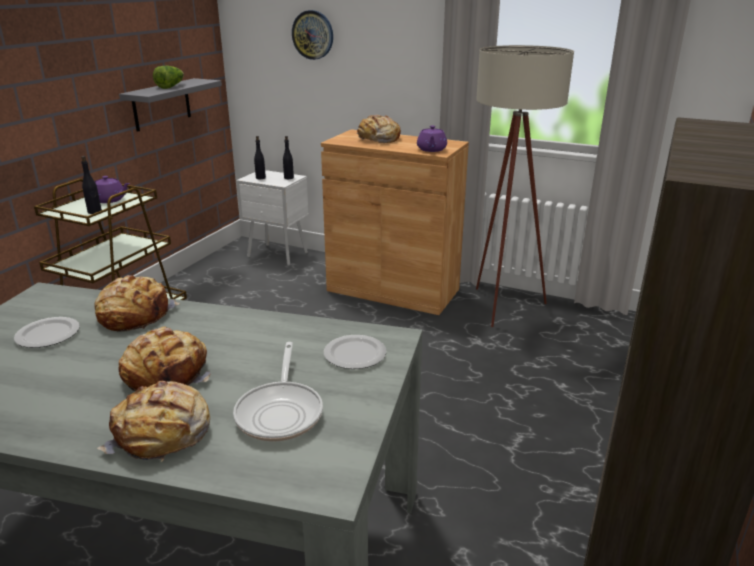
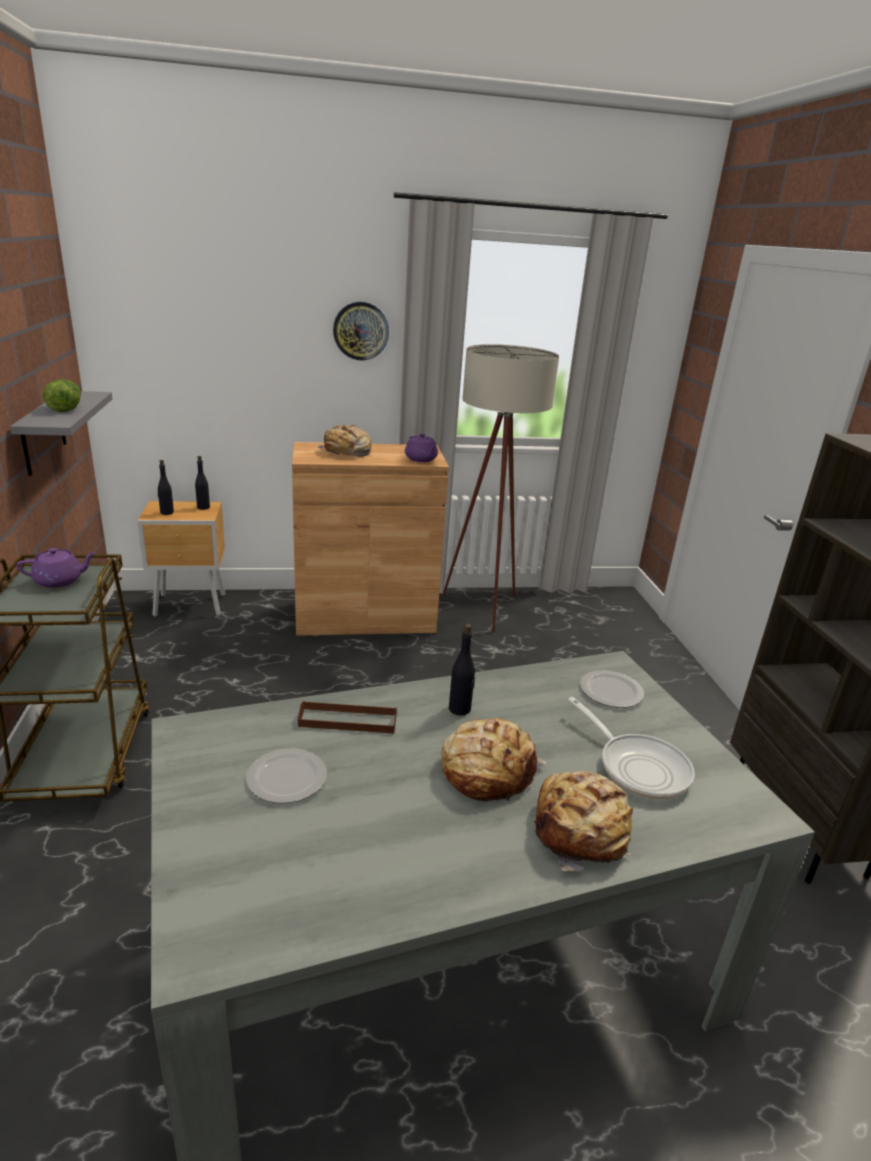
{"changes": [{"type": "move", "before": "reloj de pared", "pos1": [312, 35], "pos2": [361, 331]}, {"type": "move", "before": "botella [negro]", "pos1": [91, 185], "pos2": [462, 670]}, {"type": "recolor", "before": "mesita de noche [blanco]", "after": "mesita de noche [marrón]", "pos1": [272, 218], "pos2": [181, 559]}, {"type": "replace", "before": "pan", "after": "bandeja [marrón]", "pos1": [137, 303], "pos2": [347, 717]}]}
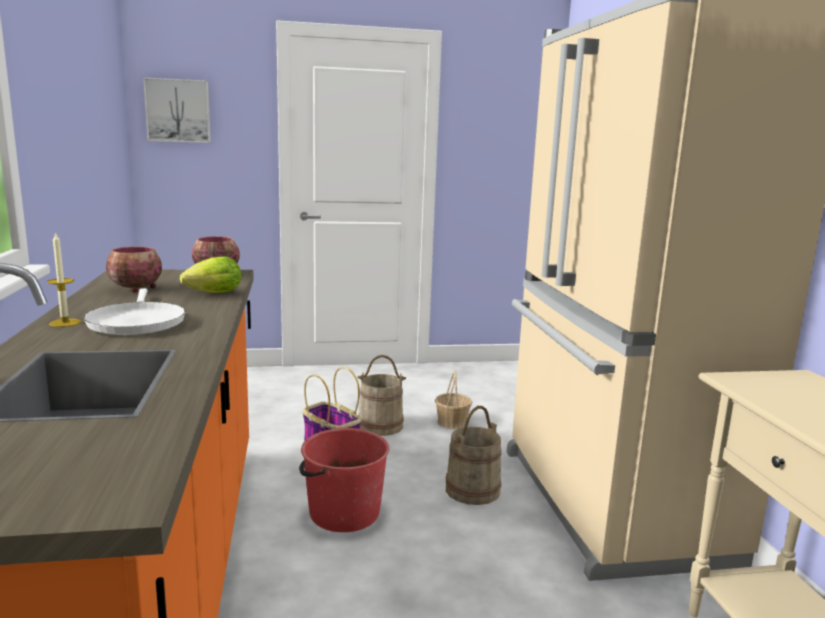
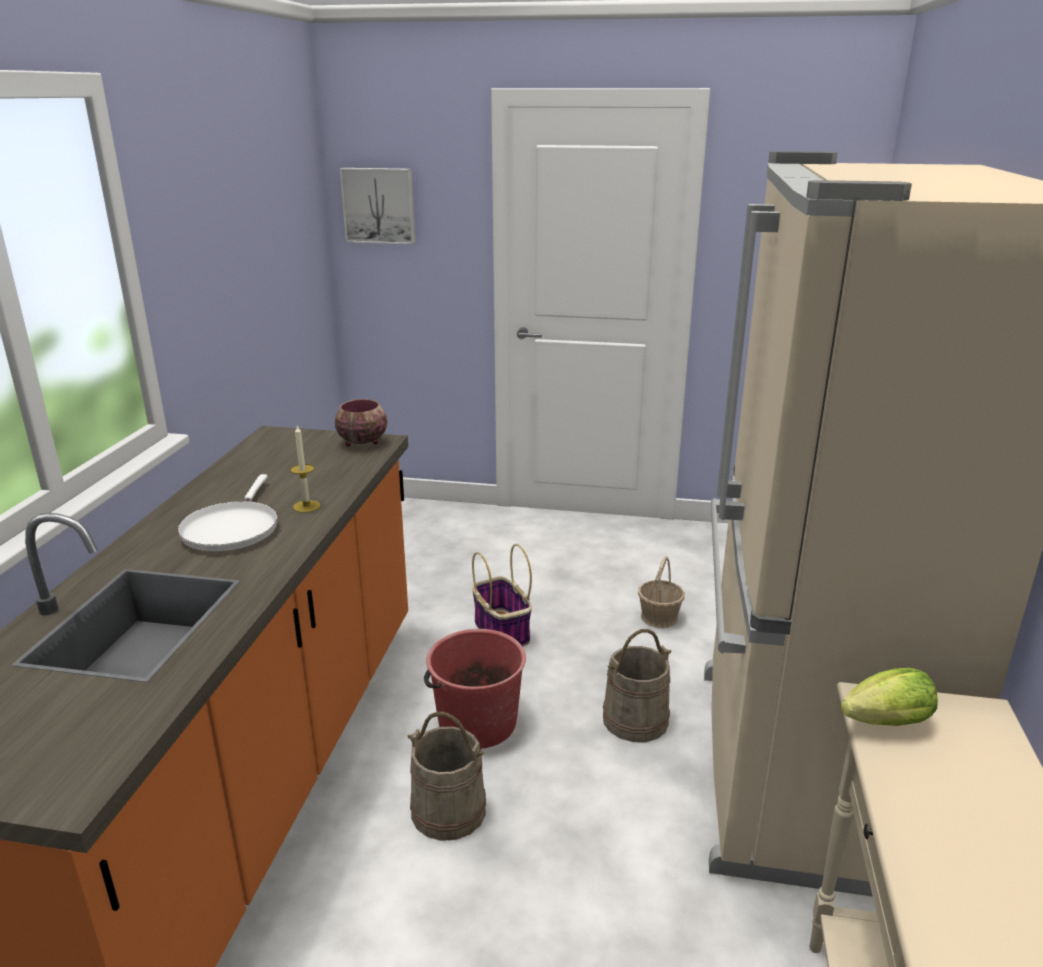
{"changes": [{"type": "move", "before": "vela", "pos1": [64, 279], "pos2": [305, 469]}, {"type": "delete", "before": "cuenco", "pos1": [134, 269]}, {"type": "move", "before": "lechuga", "pos1": [210, 274], "pos2": [889, 697]}, {"type": "move", "before": "cubo [beis]", "pos1": [381, 395], "pos2": [447, 776]}]}
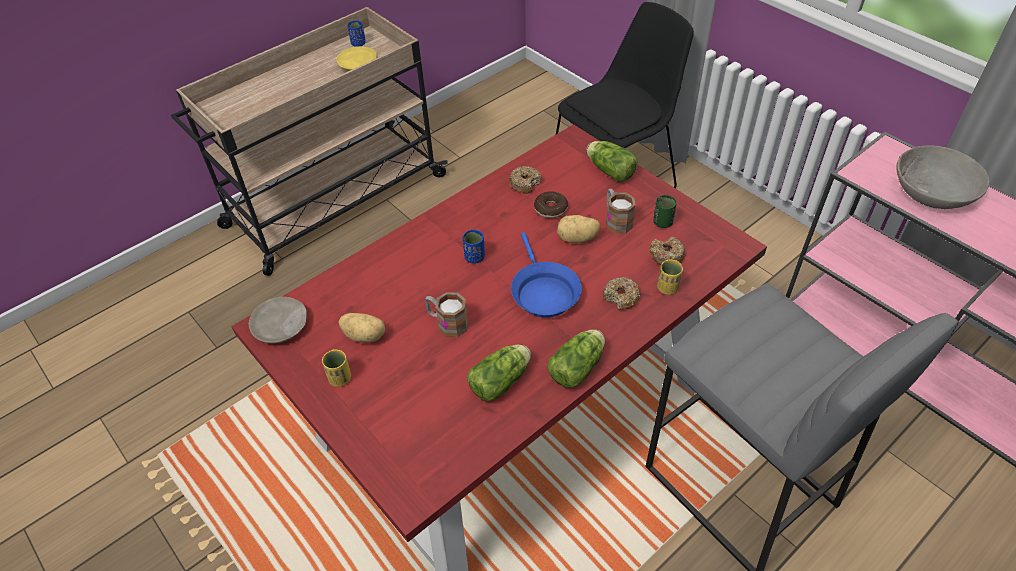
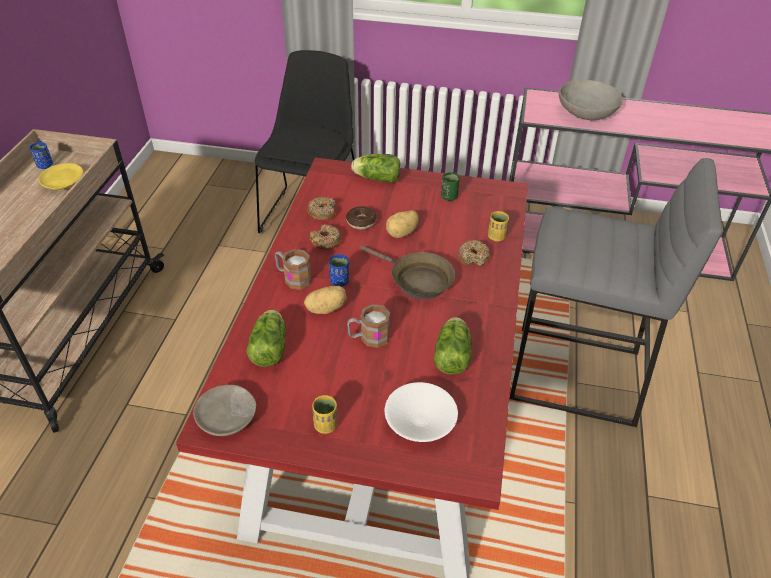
{"changes": [{"type": "move", "before": "taza grande", "pos1": [621, 211], "pos2": [293, 269]}, {"type": "recolor", "before": "sartén [azul]", "after": "sartén [marrón]", "pos1": [546, 275], "pos2": [407, 272]}, {"type": "move", "before": "rosquilla", "pos1": [667, 251], "pos2": [326, 237]}, {"type": "move", "before": "patata", "pos1": [362, 328], "pos2": [325, 300]}, {"type": "move", "before": "lechuga", "pos1": [576, 358], "pos2": [266, 338]}, {"type": "insert", "after": "cuenco [blanco]", "pos2": [421, 412]}]}
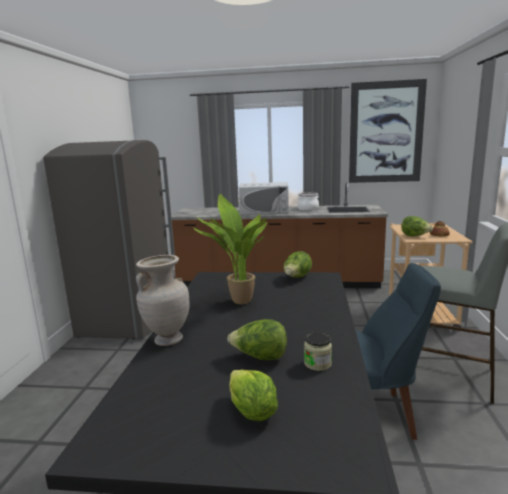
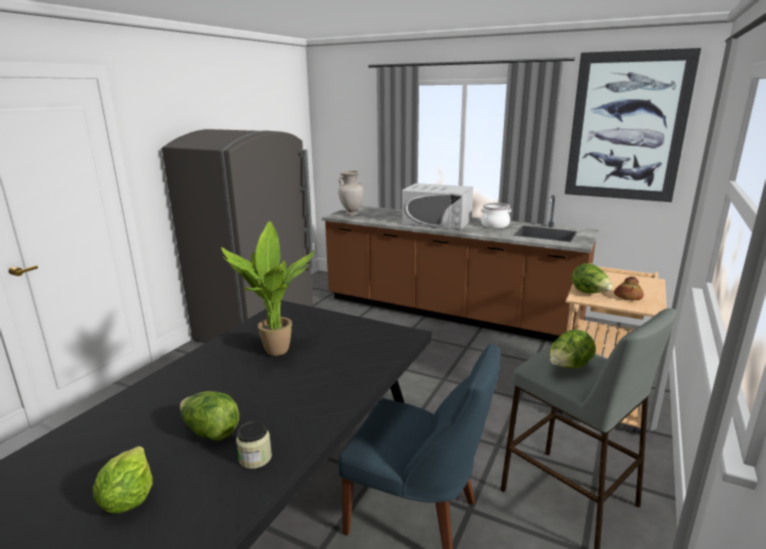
{"changes": [{"type": "move", "before": "lechuga", "pos1": [297, 264], "pos2": [573, 349]}, {"type": "move", "before": "florero [beis]", "pos1": [162, 300], "pos2": [351, 193]}]}
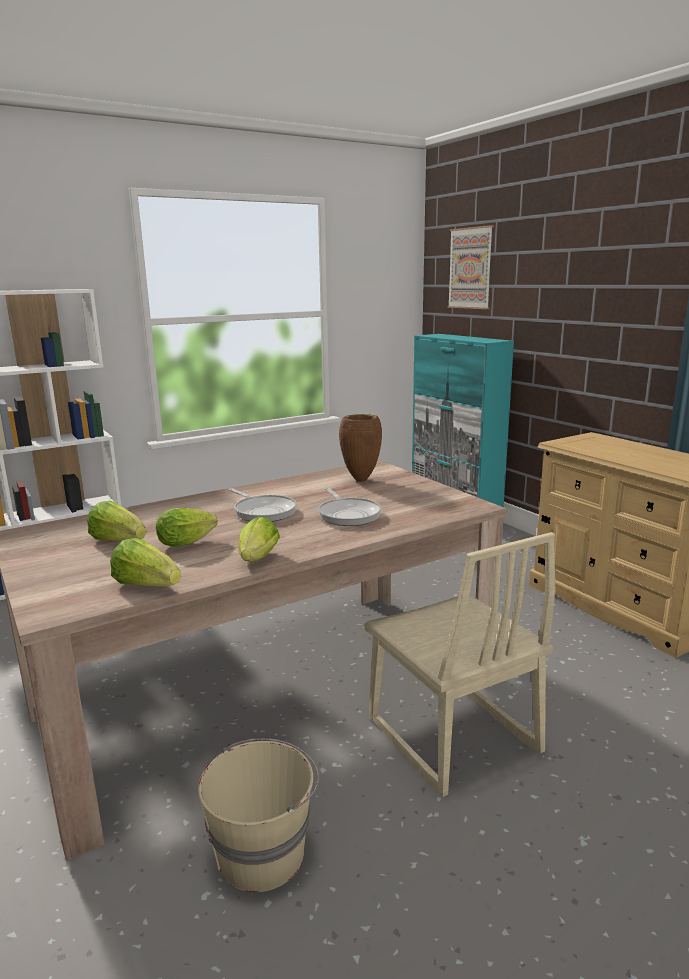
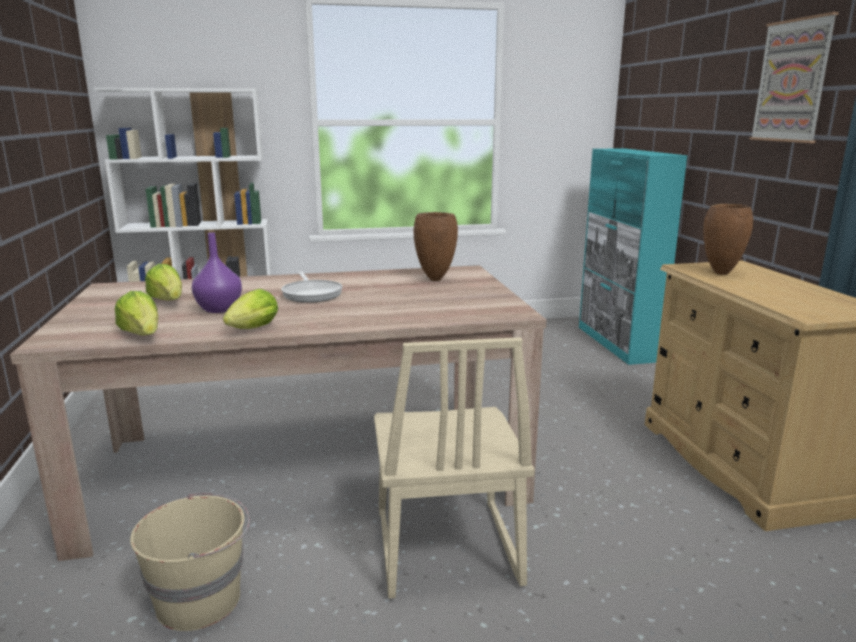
{"changes": [{"type": "move", "before": "cuadro", "pos1": [470, 267], "pos2": [794, 77]}, {"type": "delete", "before": "sartén", "pos1": [350, 506]}, {"type": "replace", "before": "lechuga", "after": "florero [morado]", "pos1": [187, 527], "pos2": [217, 272]}, {"type": "insert", "after": "florero [marrón]", "pos2": [728, 239]}]}
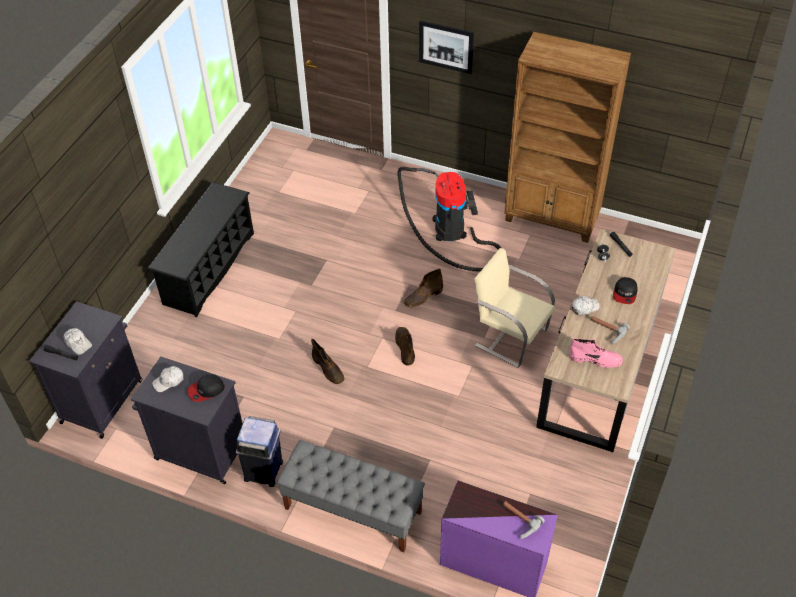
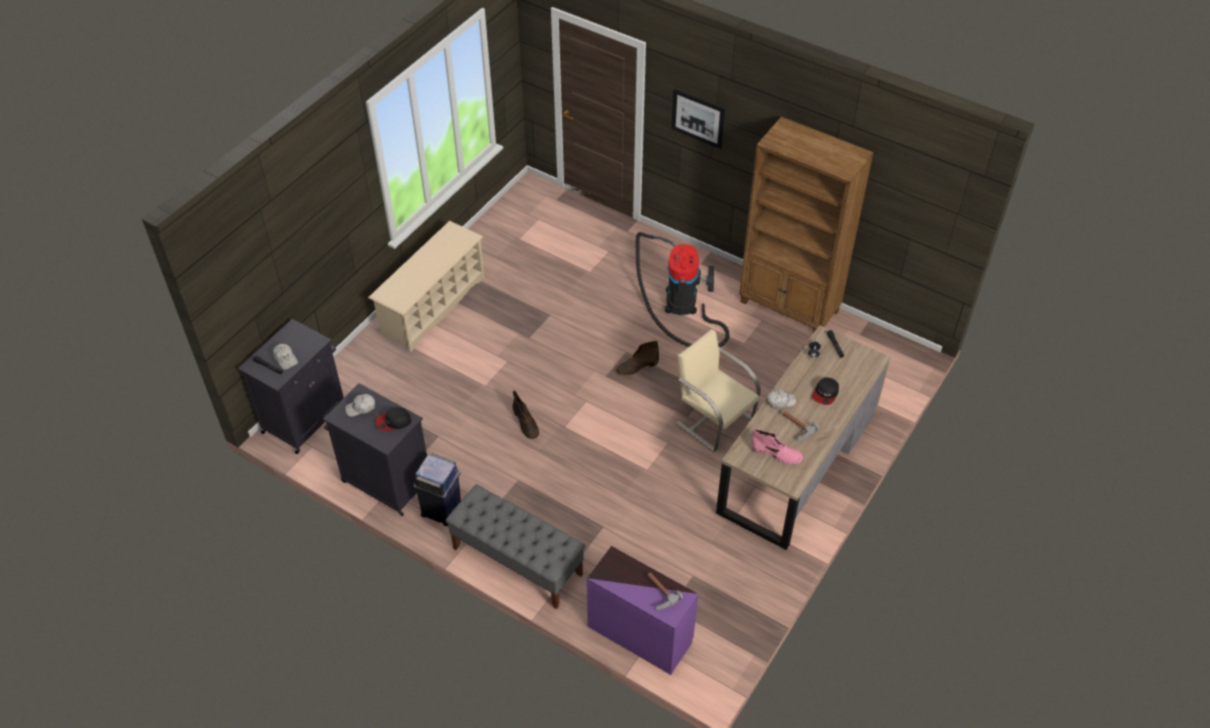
{"changes": [{"type": "recolor", "before": "zapatero [negro]", "after": "zapatero [beis]", "pos1": [200, 249], "pos2": [426, 286]}, {"type": "delete", "before": "bota [marrón]", "pos1": [405, 346]}]}
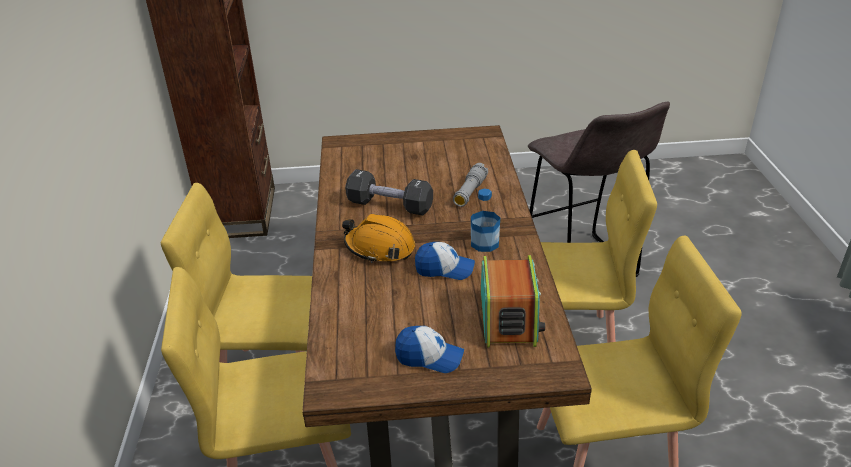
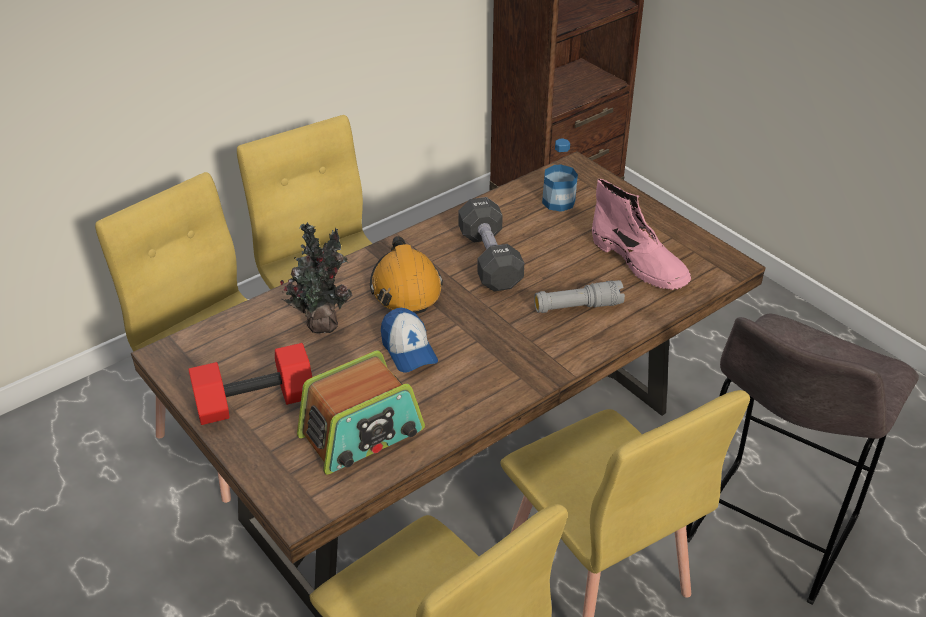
{"changes": [{"type": "move", "before": "botella", "pos1": [485, 220], "pos2": [560, 175]}, {"type": "replace", "before": "gorra", "after": "mancuerna [rojo]", "pos1": [429, 349], "pos2": [250, 384]}, {"type": "insert", "after": "bota [rosa]", "pos2": [641, 234]}, {"type": "insert", "after": "planta en maceta", "pos2": [316, 277]}]}
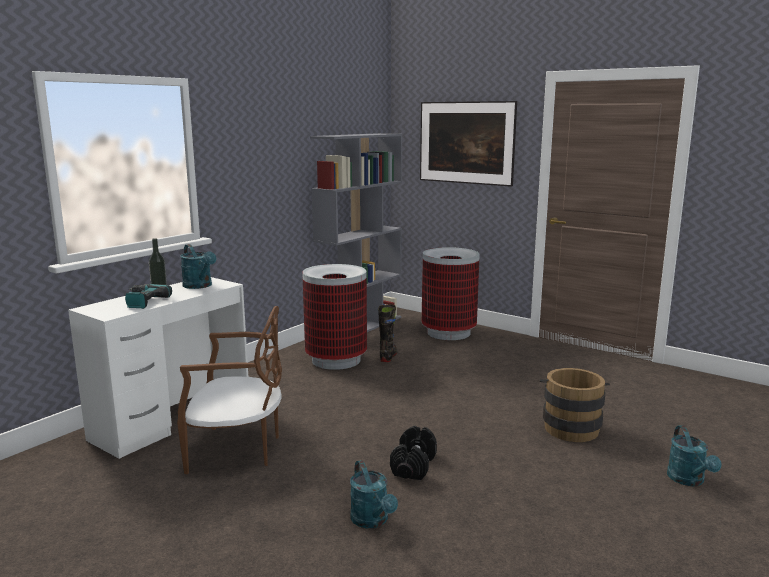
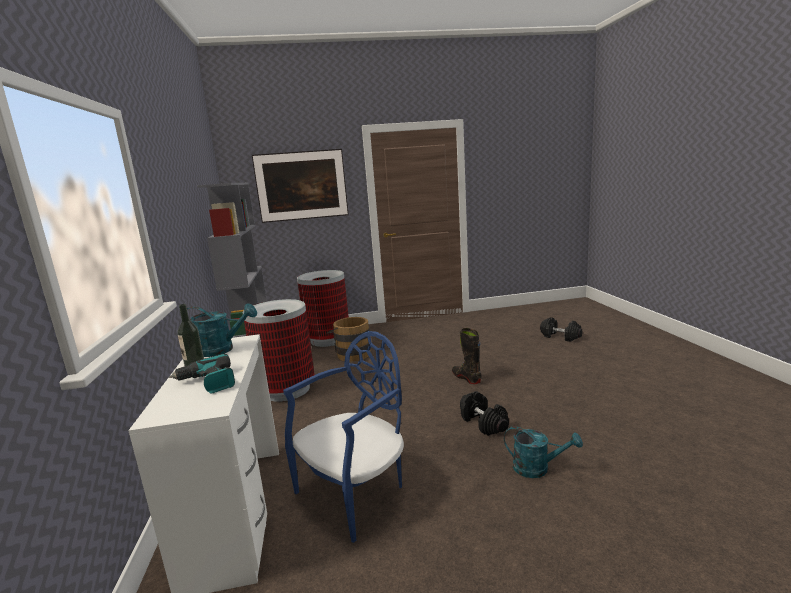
{"changes": [{"type": "move", "before": "bota [negro]", "pos1": [388, 333], "pos2": [467, 356]}, {"type": "recolor", "before": "silla [marrón]", "after": "silla [azul]", "pos1": [229, 390], "pos2": [343, 437]}, {"type": "move", "before": "cubo [marrón]", "pos1": [575, 405], "pos2": [349, 339]}, {"type": "delete", "before": "regadera [turquesa]", "pos1": [694, 456]}, {"type": "insert", "after": "mancuerna [negro]", "pos2": [561, 329]}]}
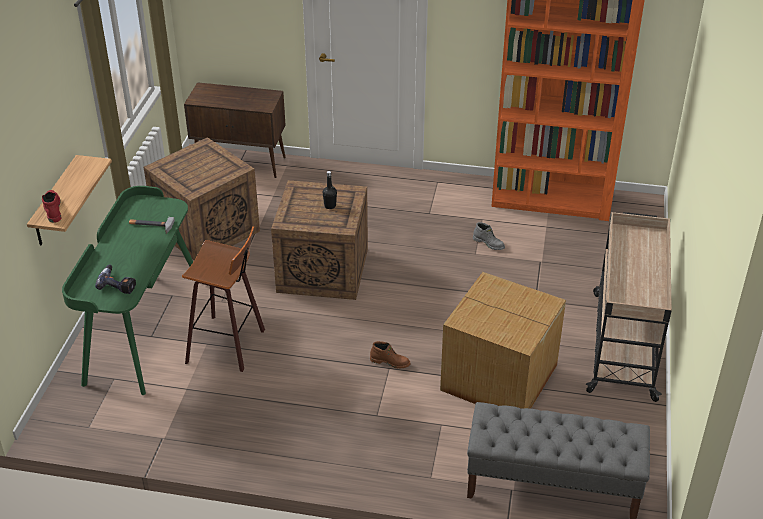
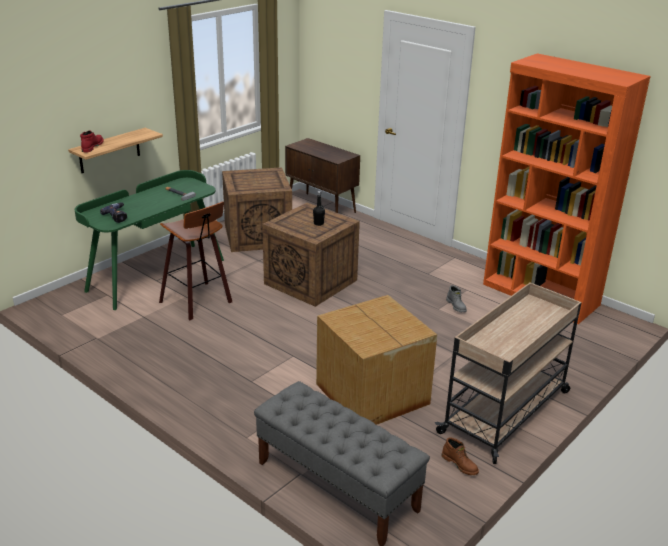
{"changes": [{"type": "move", "before": "bota [marrón]", "pos1": [390, 355], "pos2": [460, 456]}]}
